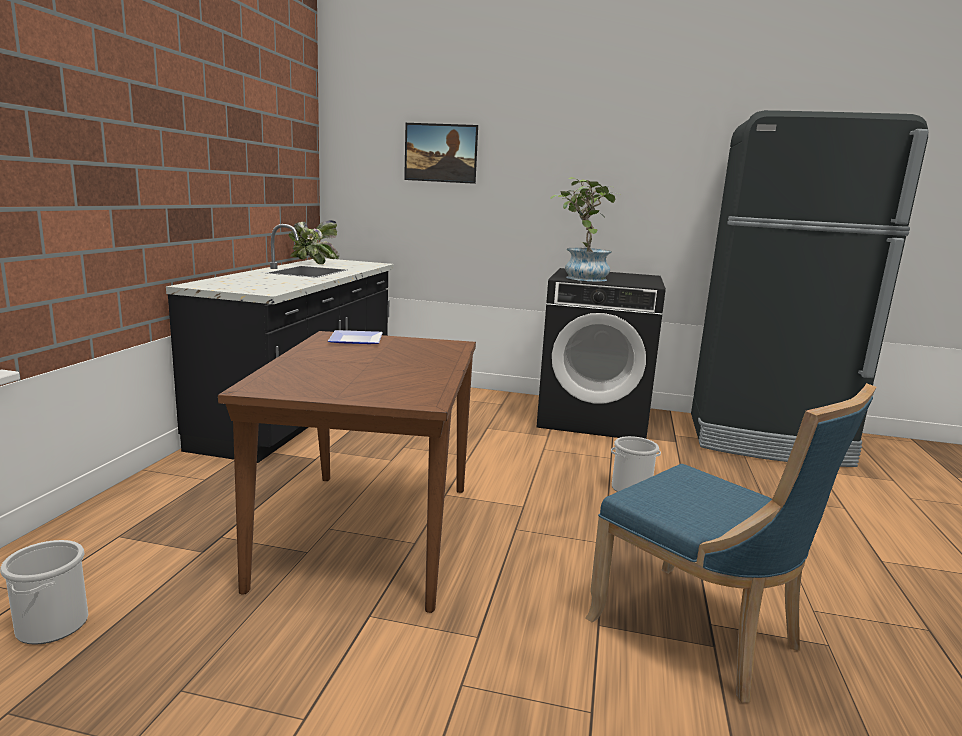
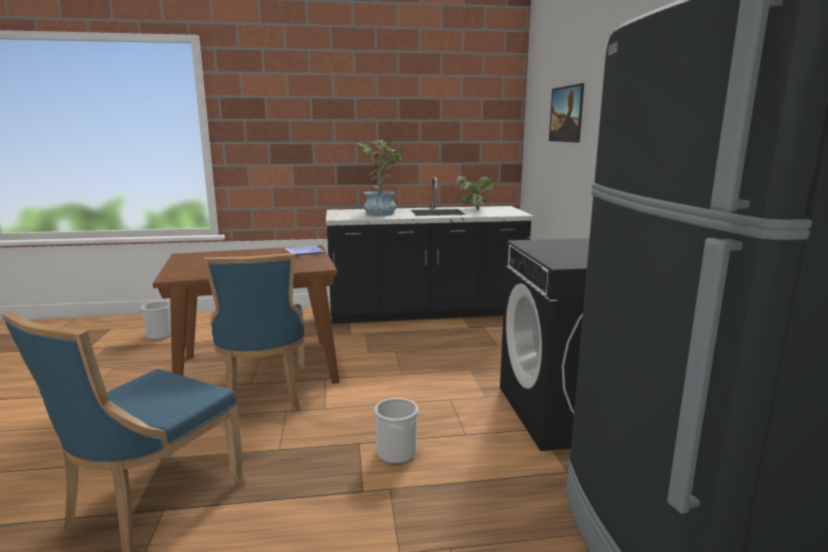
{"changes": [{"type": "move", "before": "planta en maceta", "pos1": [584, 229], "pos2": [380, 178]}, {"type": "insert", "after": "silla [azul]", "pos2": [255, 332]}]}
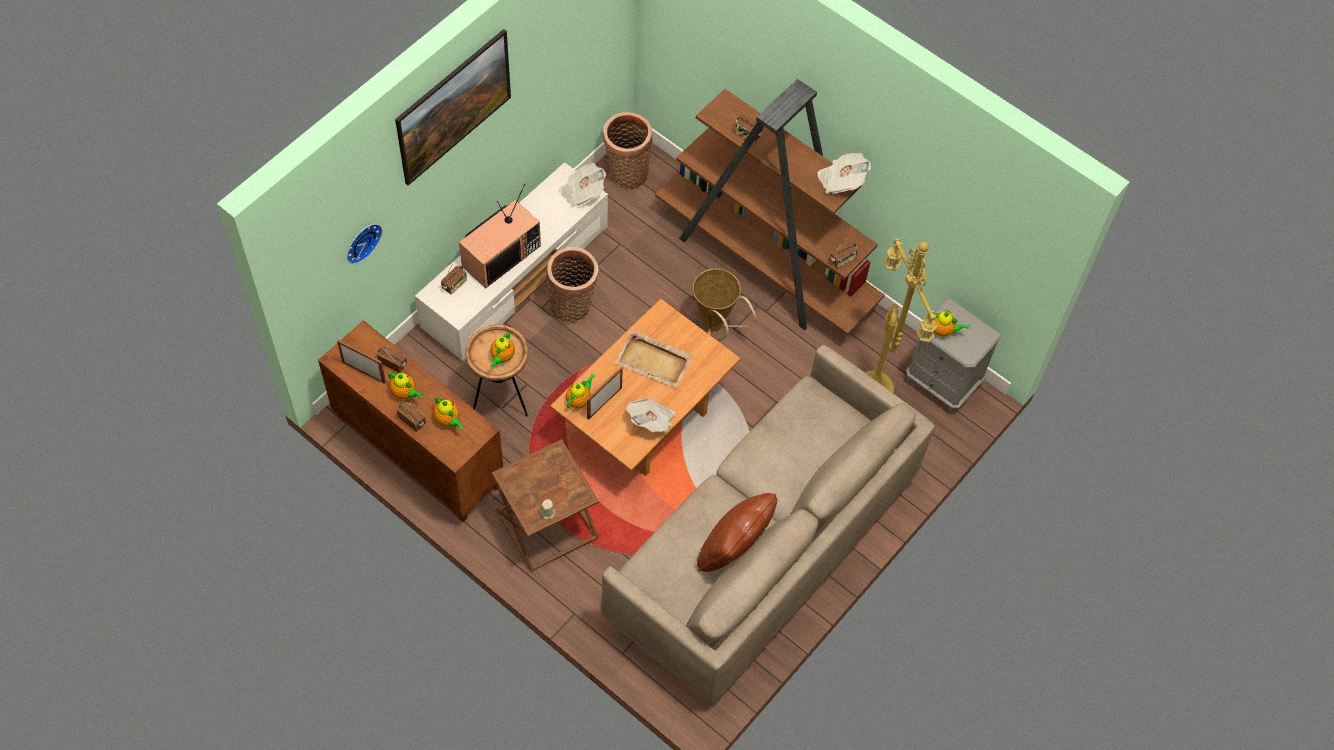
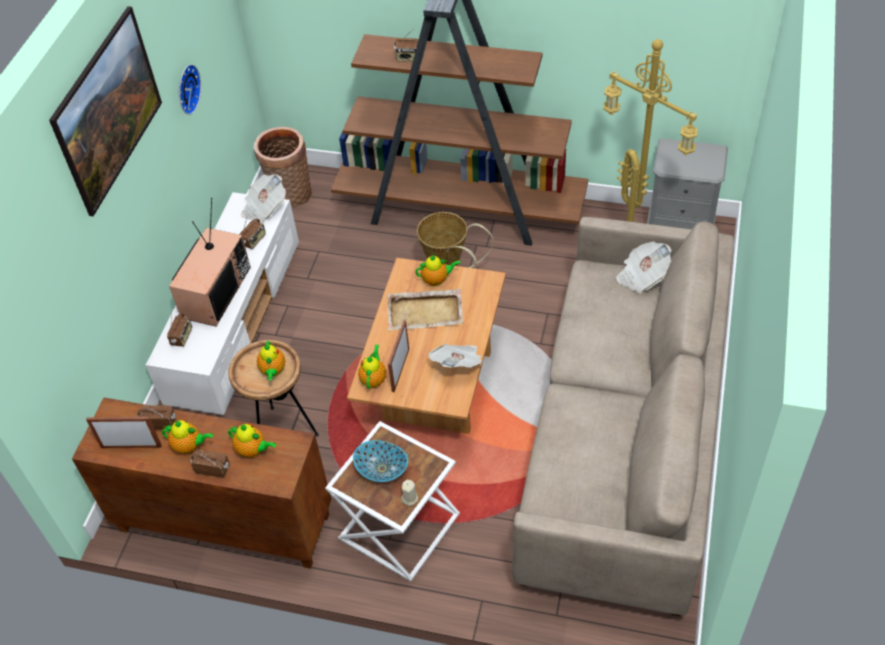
{"changes": [{"type": "move", "before": "periódico", "pos1": [844, 173], "pos2": [644, 267]}, {"type": "move", "before": "reloj de pared", "pos1": [364, 244], "pos2": [190, 89]}, {"type": "move", "before": "radio", "pos1": [844, 253], "pos2": [252, 232]}, {"type": "delete", "before": "cesta", "pos1": [572, 285]}, {"type": "move", "before": "tetera", "pos1": [948, 323], "pos2": [438, 270]}, {"type": "recolor", "before": "mesa auxiliar [marrón]", "after": "mesa auxiliar [blanco]", "pos1": [545, 505], "pos2": [392, 501]}, {"type": "delete", "before": "cojín [marrón]", "pos1": [737, 532]}, {"type": "insert", "after": "cuenco", "pos2": [380, 461]}]}
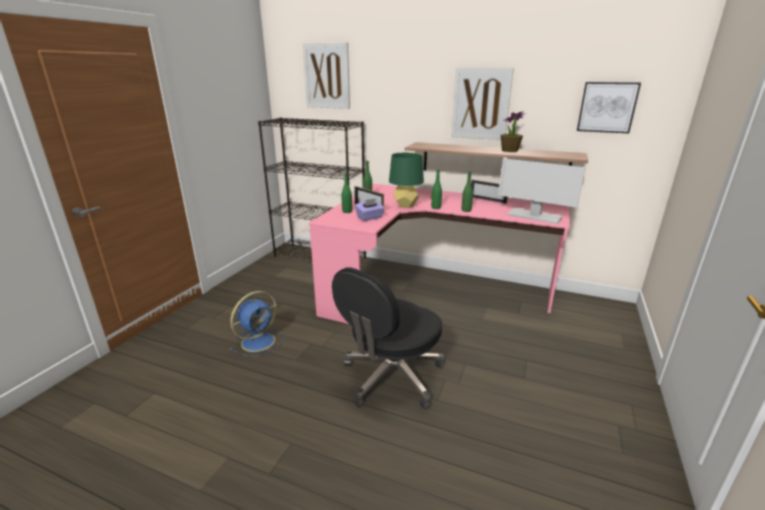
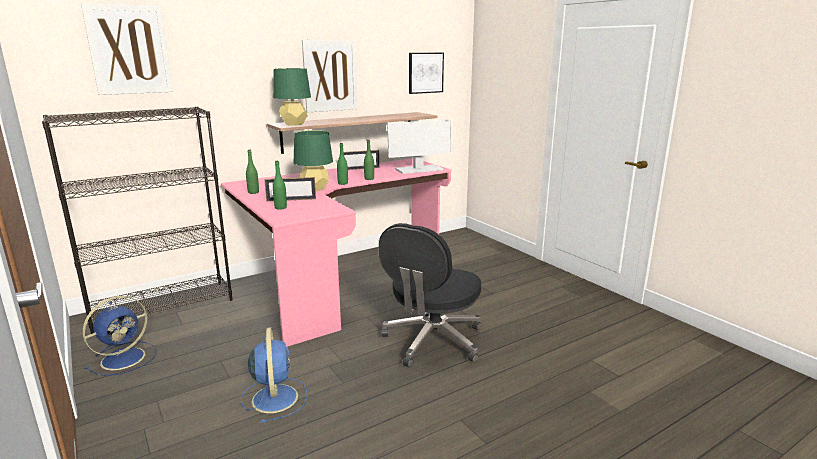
{"changes": [{"type": "delete", "before": "planta en maceta", "pos1": [512, 131]}, {"type": "delete", "before": "caja de pañuelos [morado]", "pos1": [370, 209]}, {"type": "rotate", "before": "silla de oficina [negro]", "pos1": [388, 338], "pos2": [430, 295], "turn": 45}, {"type": "insert", "after": "lámpara de mesa [verde]", "pos2": [292, 97]}, {"type": "insert", "after": "ventilador [azul]", "pos2": [119, 336]}]}
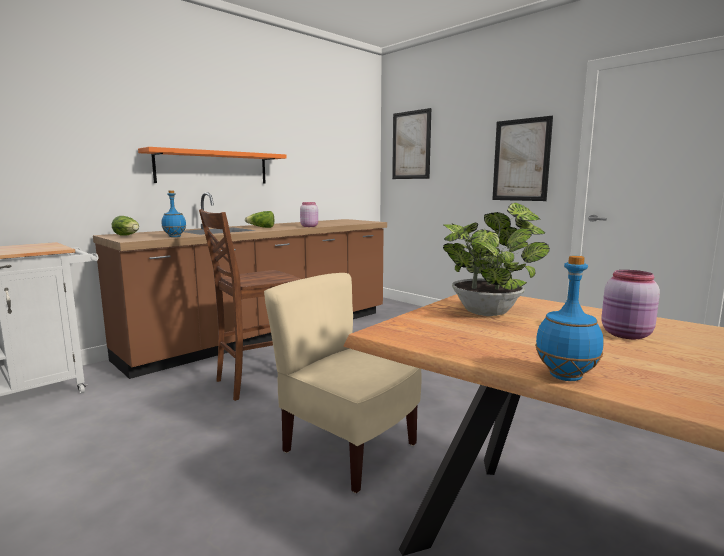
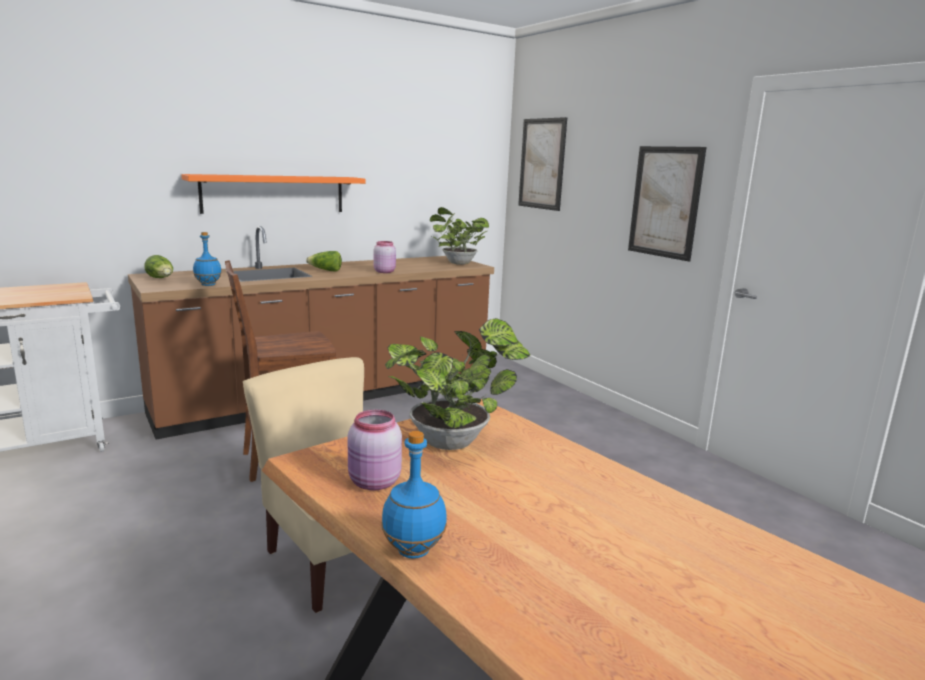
{"changes": [{"type": "move", "before": "tarro [rosa]", "pos1": [630, 304], "pos2": [374, 450]}, {"type": "insert", "after": "planta en maceta", "pos2": [459, 236]}]}
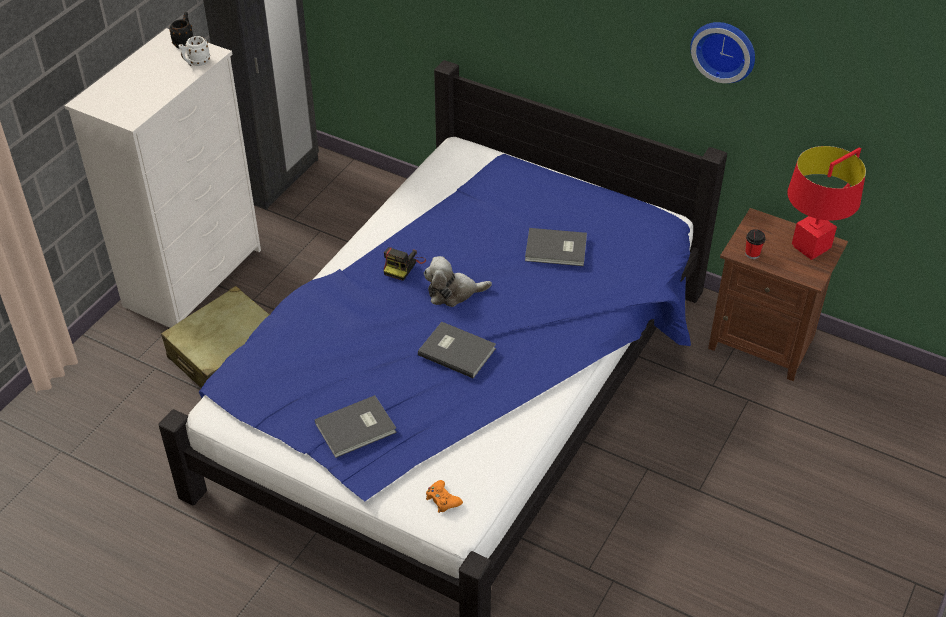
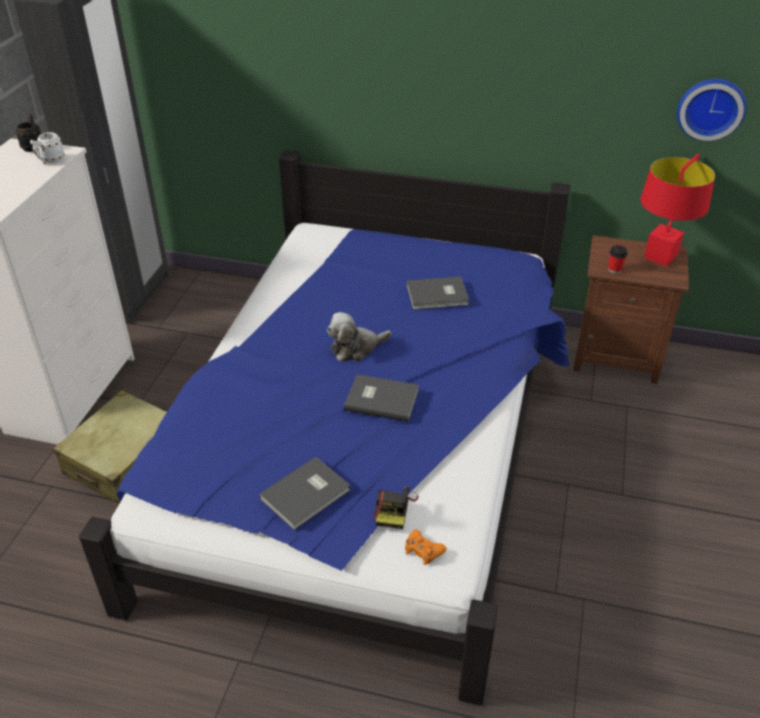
{"changes": [{"type": "move", "before": "reloj de pared", "pos1": [722, 52], "pos2": [712, 110]}, {"type": "move", "before": "cámara", "pos1": [405, 264], "pos2": [396, 507]}]}
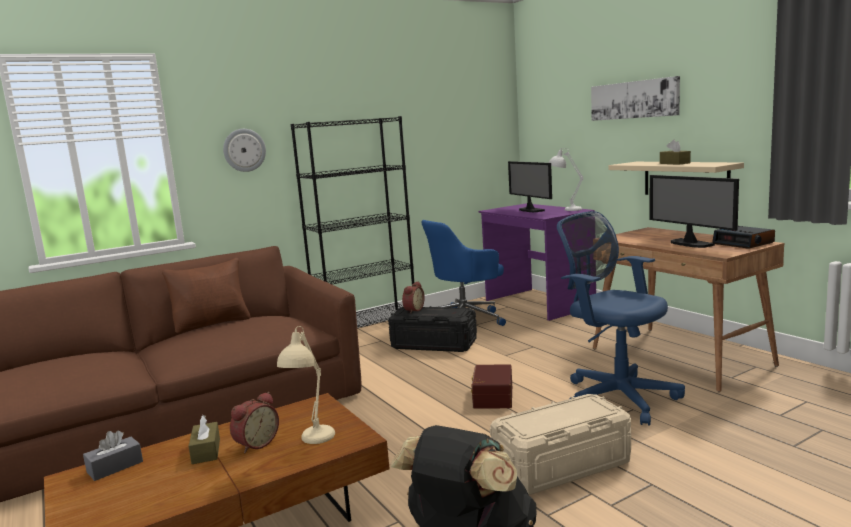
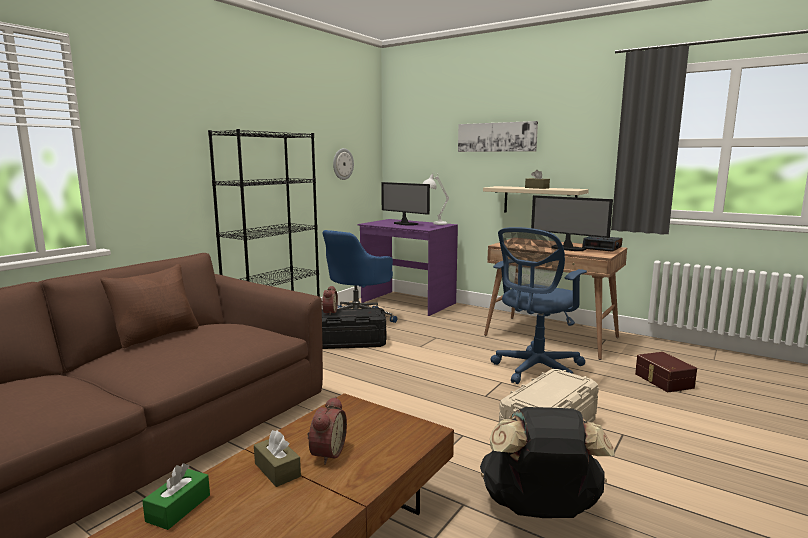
{"changes": [{"type": "move", "before": "reloj de pared", "pos1": [244, 150], "pos2": [343, 164]}, {"type": "rotate", "before": "silla de oficina [azul]", "pos1": [621, 318], "pos2": [538, 305], "turn": -75}, {"type": "delete", "before": "lámpara de mesa [beis]", "pos1": [306, 385]}, {"type": "move", "before": "caja de almacenaje [marrón]", "pos1": [491, 386], "pos2": [666, 372]}, {"type": "recolor", "before": "caja de pañuelos [gris]", "after": "caja de pañuelos [verde]", "pos1": [113, 456], "pos2": [176, 496]}]}
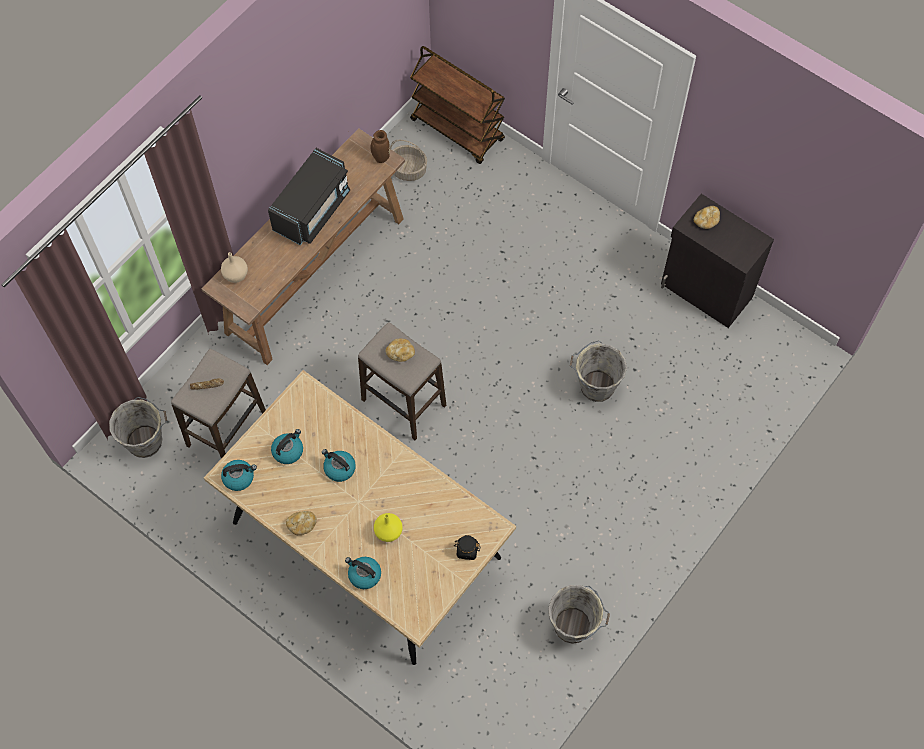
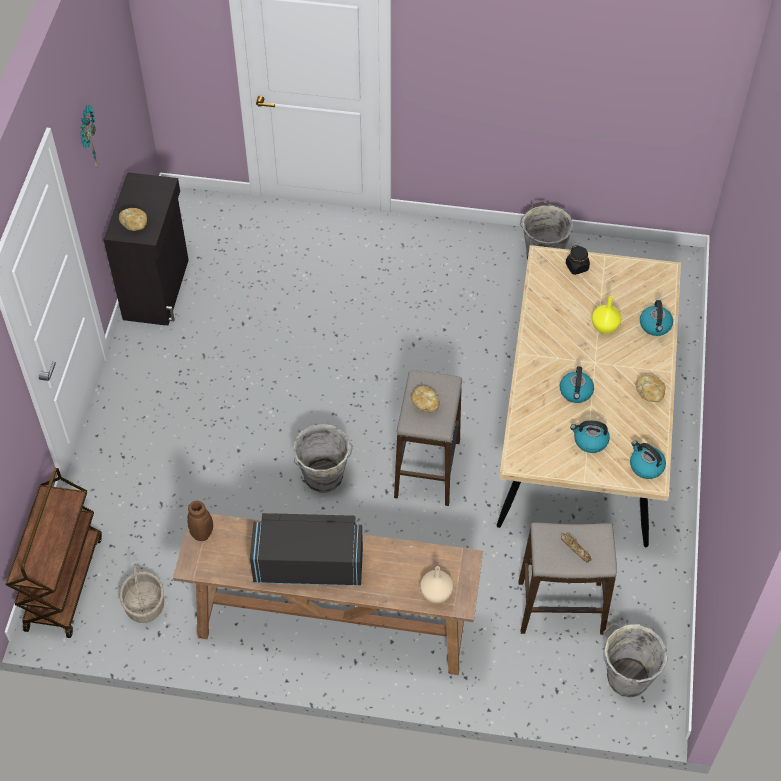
{"changes": [{"type": "move", "before": "cubo [gris]", "pos1": [598, 371], "pos2": [323, 458]}, {"type": "insert", "after": "reloj de pared", "pos2": [89, 136]}]}
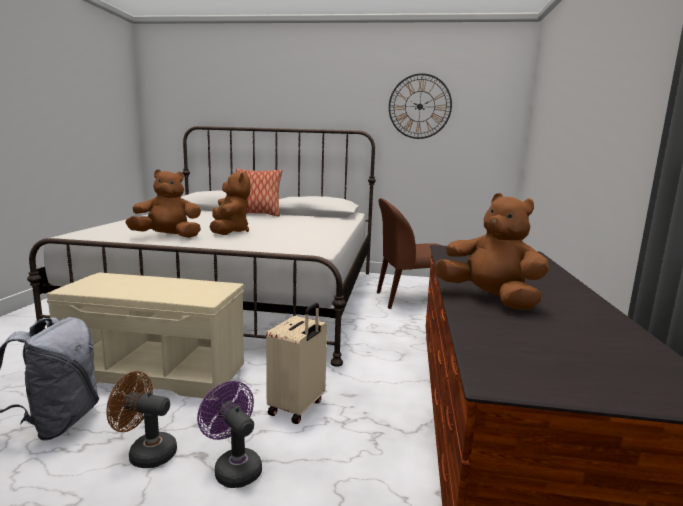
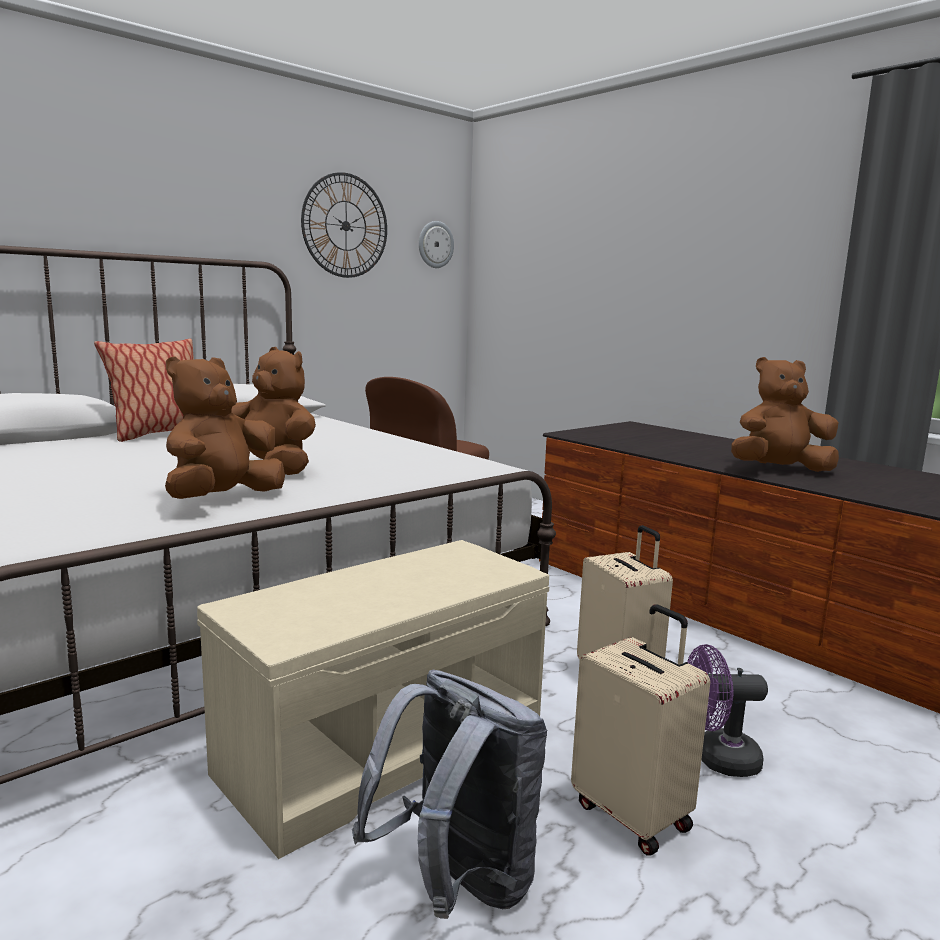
{"changes": [{"type": "replace", "before": "ventilador [marrón]", "after": "maleta [beis]", "pos1": [142, 419], "pos2": [640, 730]}, {"type": "insert", "after": "reloj de pared", "pos2": [436, 244]}]}
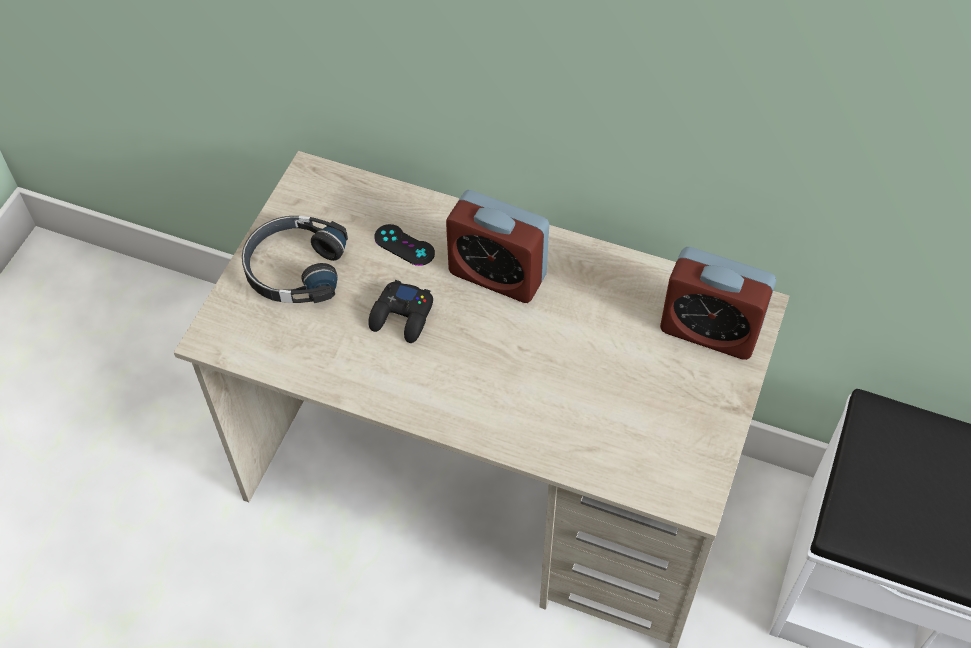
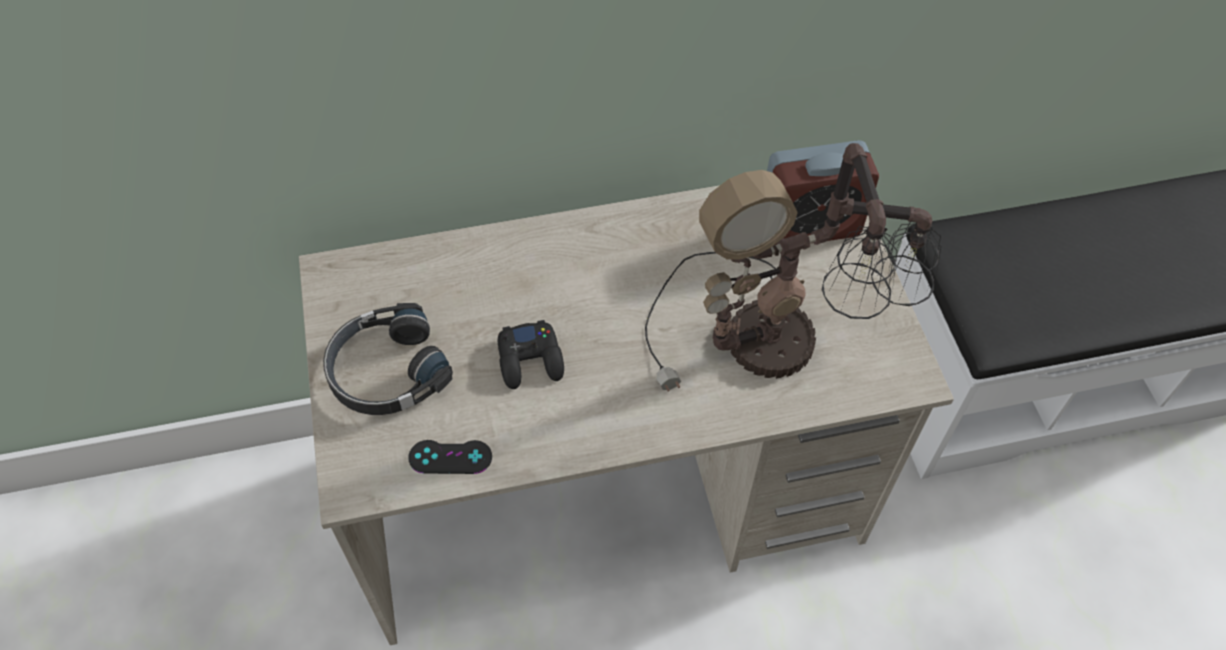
{"changes": [{"type": "delete", "before": "despertador", "pos1": [497, 246]}, {"type": "move", "before": "mando de consola [negro]", "pos1": [404, 245], "pos2": [450, 457]}, {"type": "insert", "after": "lámpara de mesa", "pos2": [793, 267]}]}
